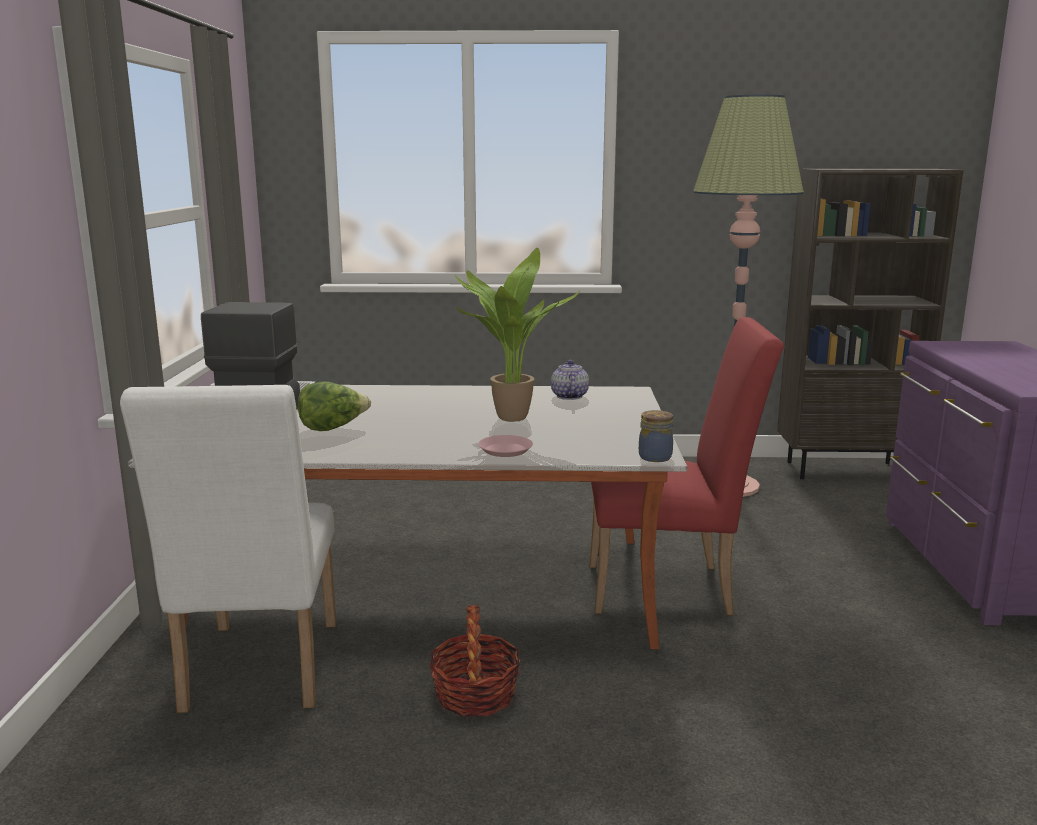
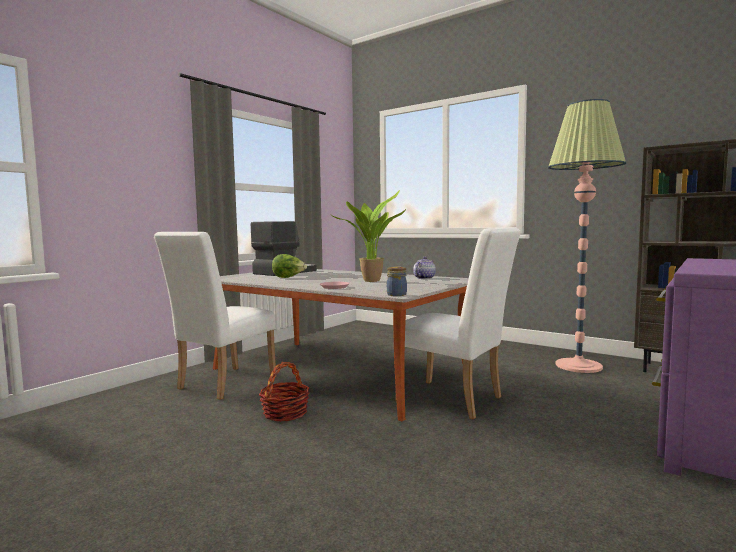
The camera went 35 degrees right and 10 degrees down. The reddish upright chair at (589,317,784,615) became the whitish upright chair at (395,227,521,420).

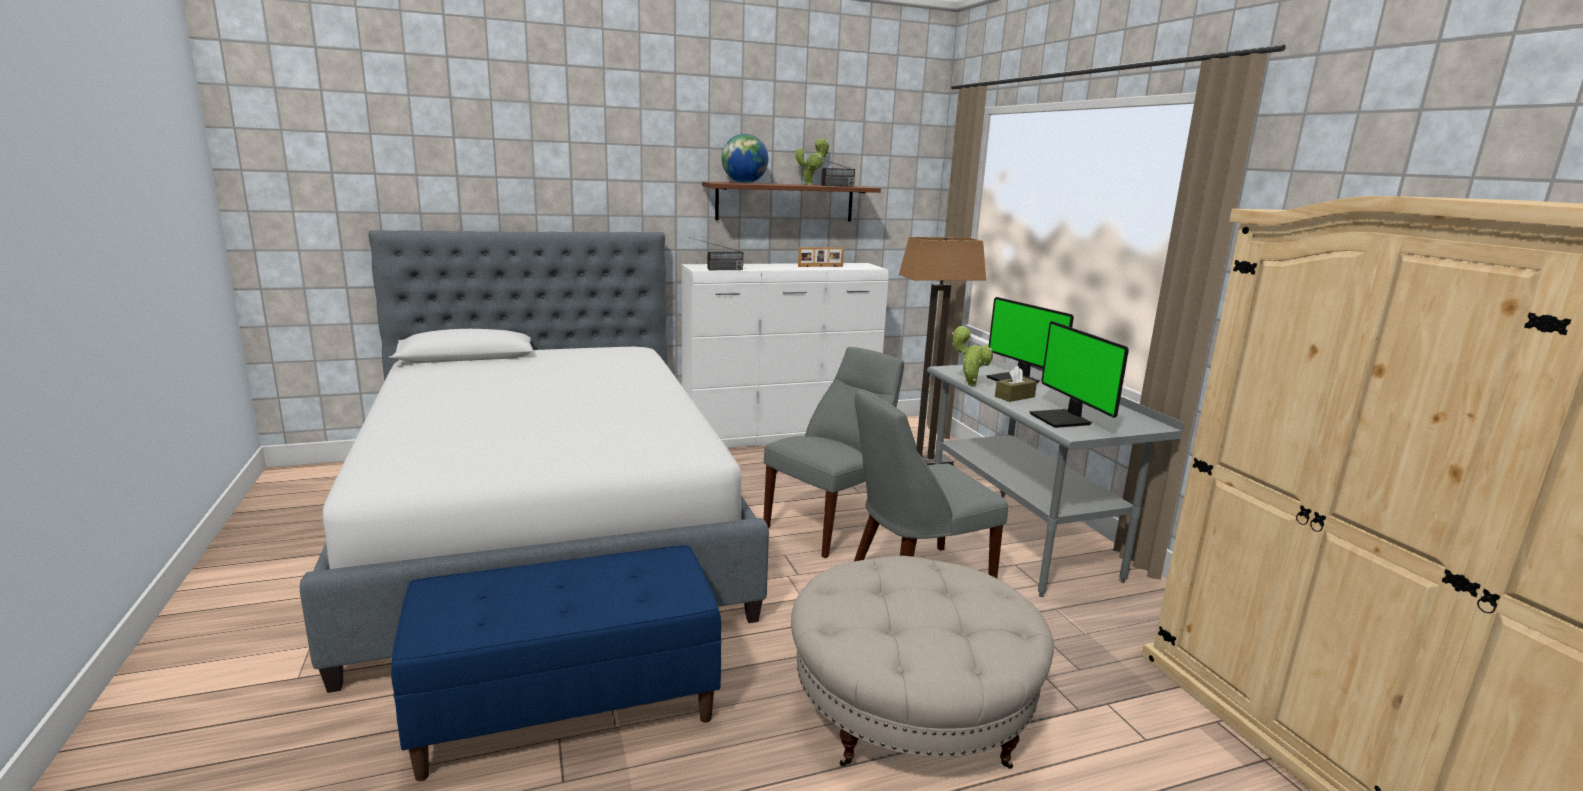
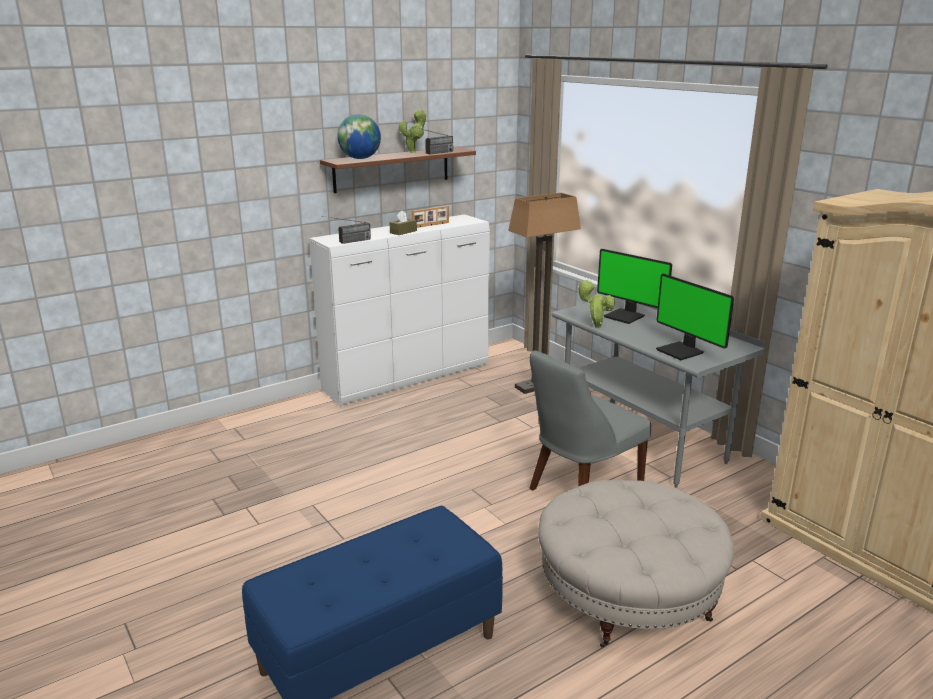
The camera went 15 degrees left and 5 degrees up. The sleeping bed at (300,230,769,693) disappeared. The greyish upright chair at (764,347,904,558) disappeared. The brown-coloured box of tissues moved from (995,366,1037,402) to (390,210,417,235).

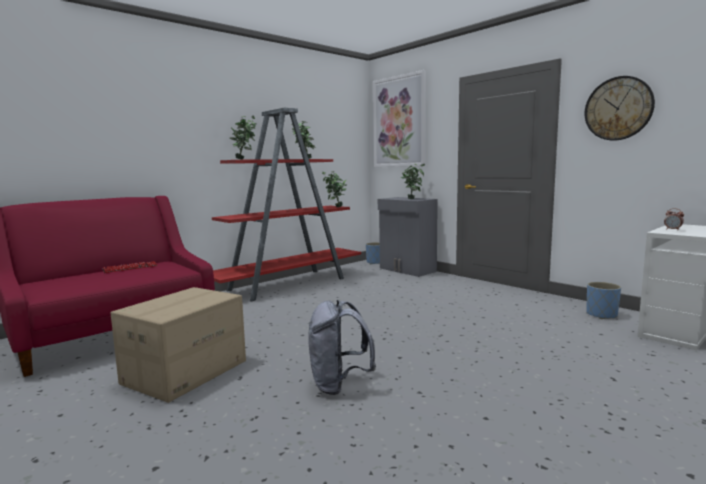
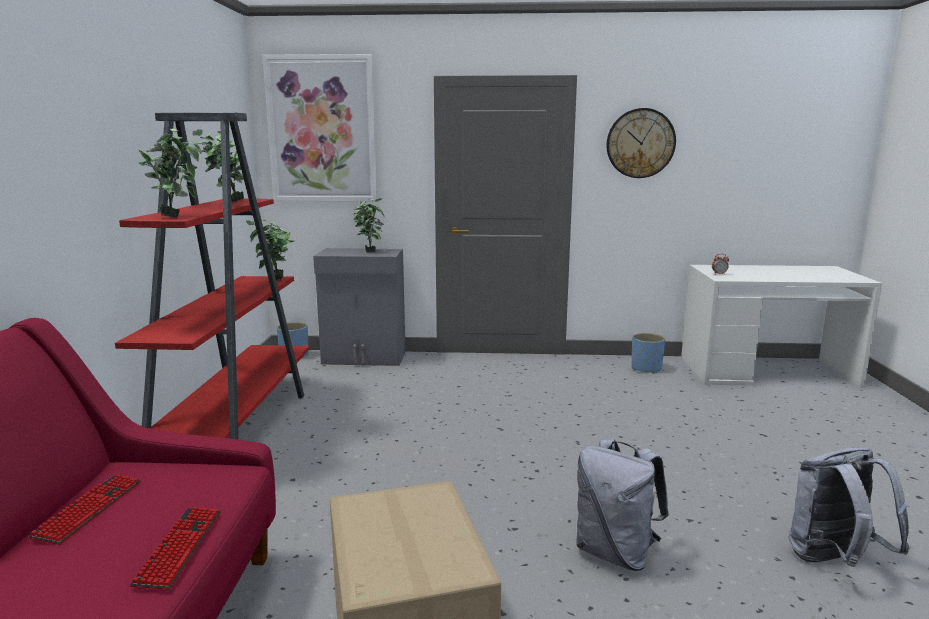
The camera went 45 degrees left and 5 degrees up. The greyish knapsack at (789,448,910,567) appeared. The PC keyboard at (130,507,221,590) appeared.

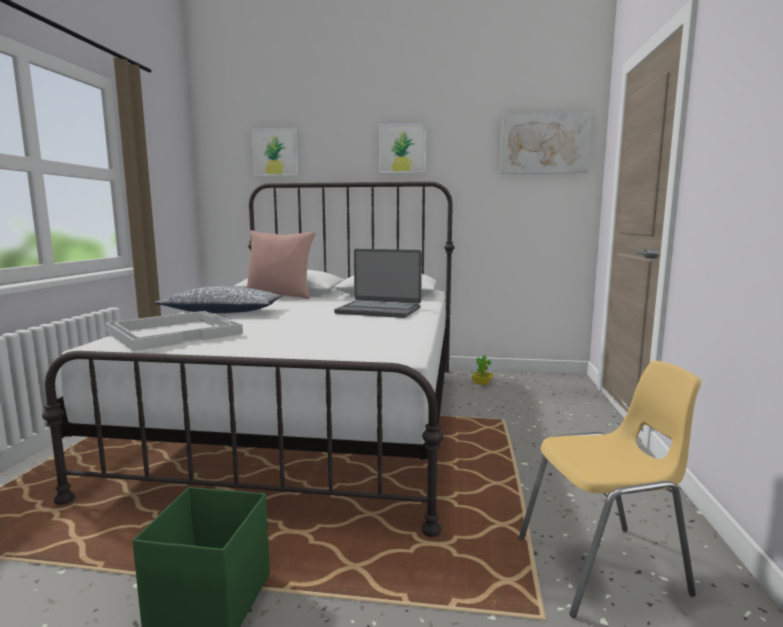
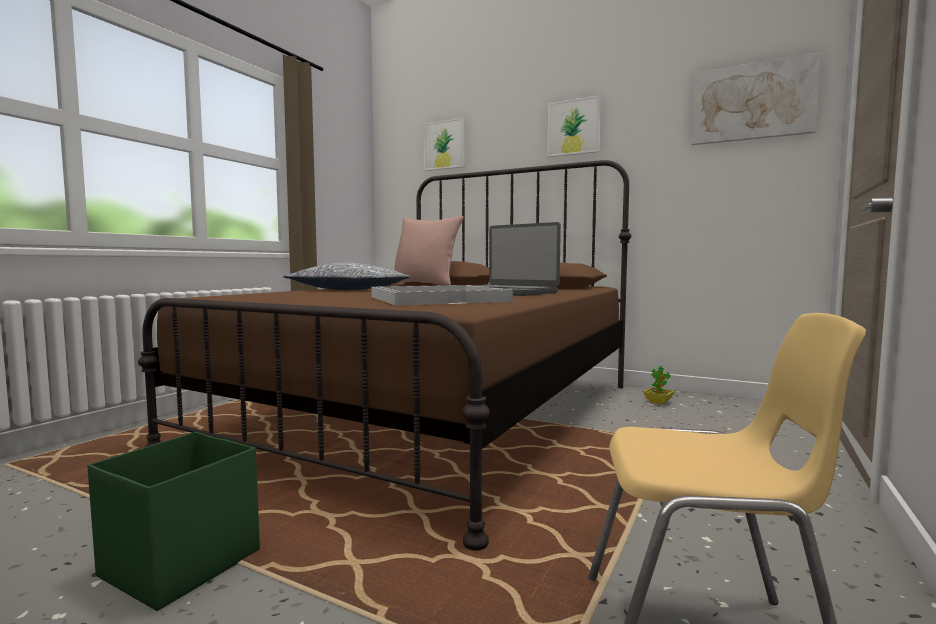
The camera went 20 degrees right and 5 degrees down. The whitish sleeping bed at (42,182,455,537) became the brown-coloured sleeping bed at (138,160,631,551). The whitish serving tray moved from (106,311,243,351) to (371,285,513,305).

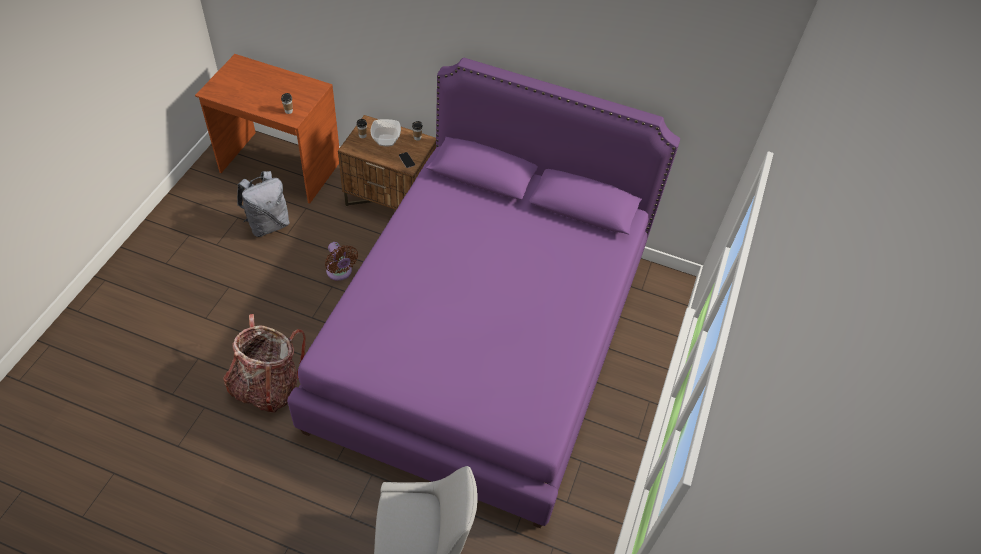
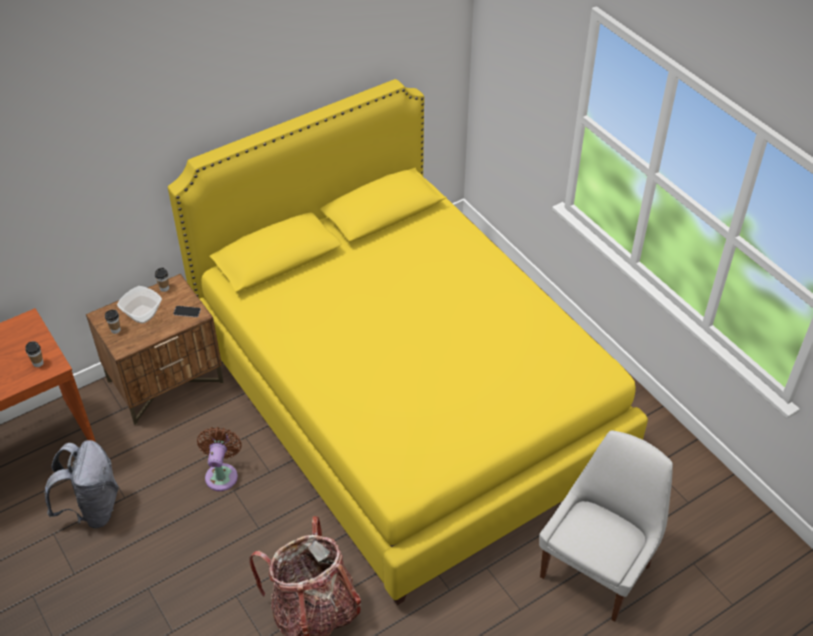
The camera went 50 degrees left and 5 degrees down. The purplish sleeping bed at (287,58,680,528) became the yellow sleeping bed at (168,79,648,605). The brown-coloured cooling fan at (325,242,358,281) turned 90 degrees counterclockwise.

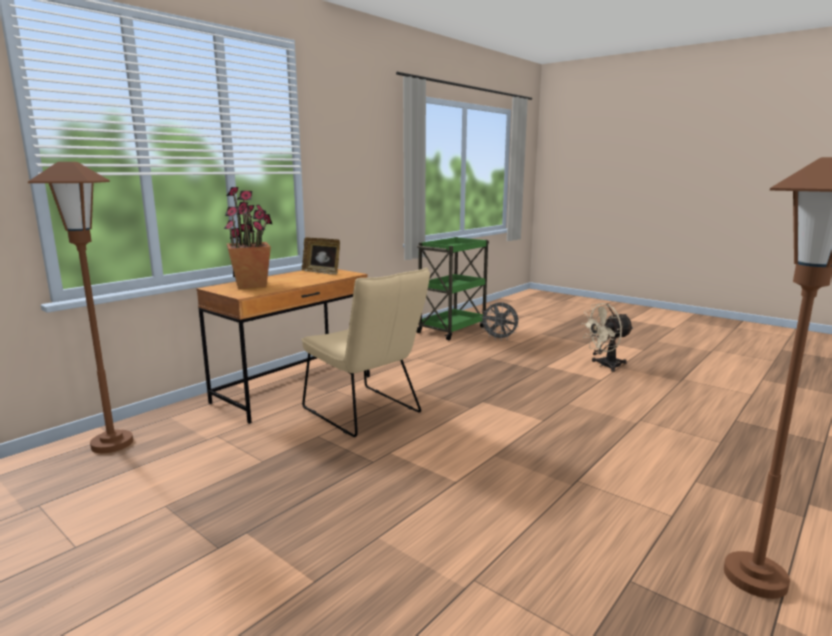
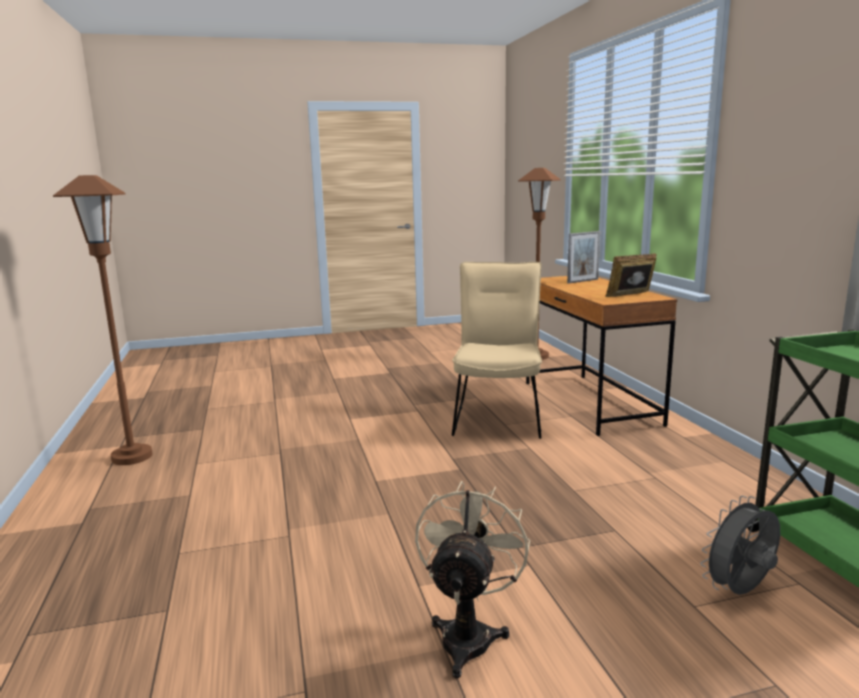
The camera went 125 degrees right and 0 degrees up. The plant in a pot at (223,187,272,289) was replaced by the photo frame at (567,231,600,284). The beige-coloured upright chair at (301,267,430,437) turned 105 degrees clockwise.

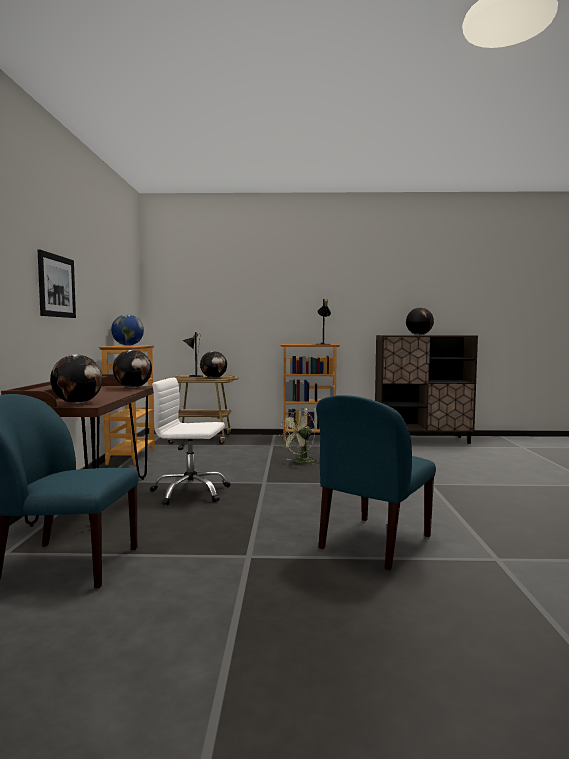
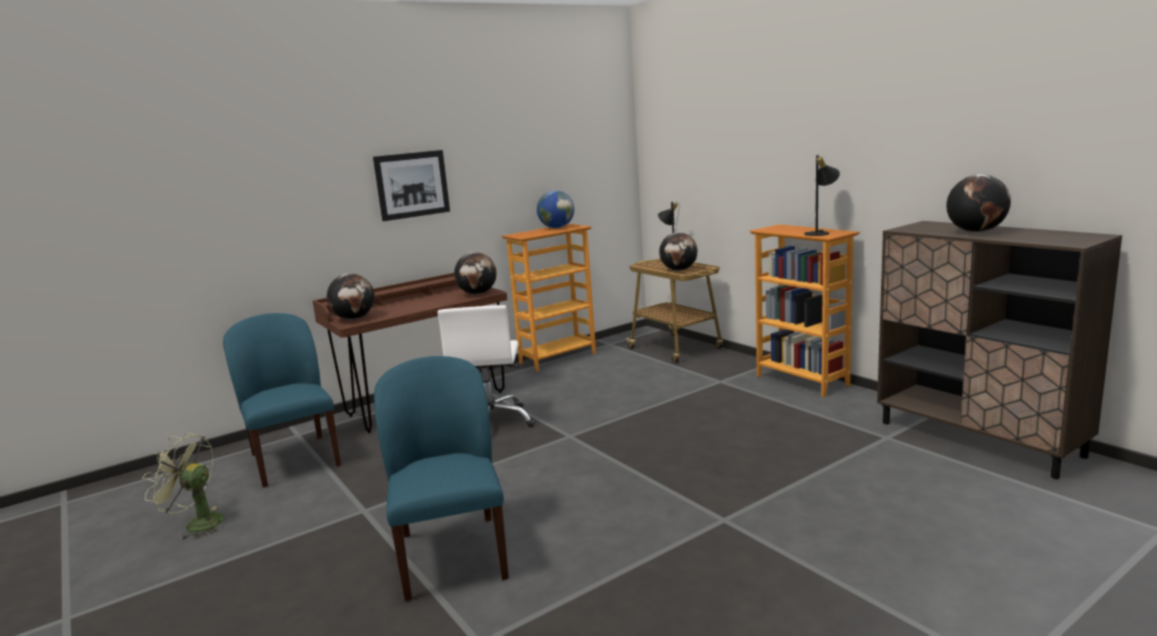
The camera went 55 degrees right and 10 degrees up. The whitish office chair at (150,378,230,505) turned 150 degrees counterclockwise. The bluish upright chair at (316,395,436,571) turned 75 degrees clockwise. The green-coloured cooling fan moved from (280,409,319,465) to (142,433,224,540).

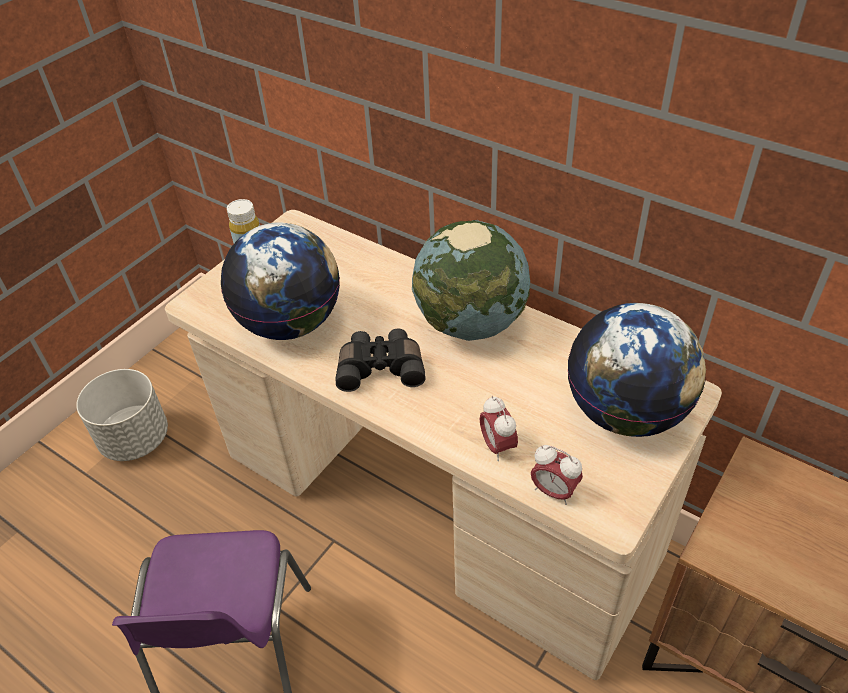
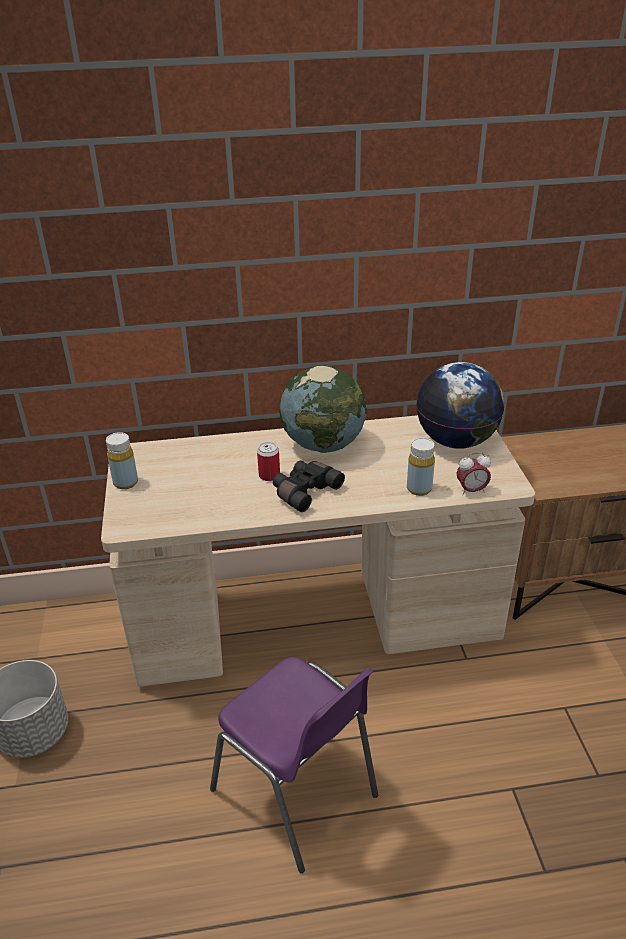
The camera went 45 degrees left and 10 degrees down. The globe at (221,223,340,340) disappeared. The alarm clock at (480,396,518,461) was replaced by the yellow bottle at (407,438,435,496). The can at (257,442,280,481) appeared.

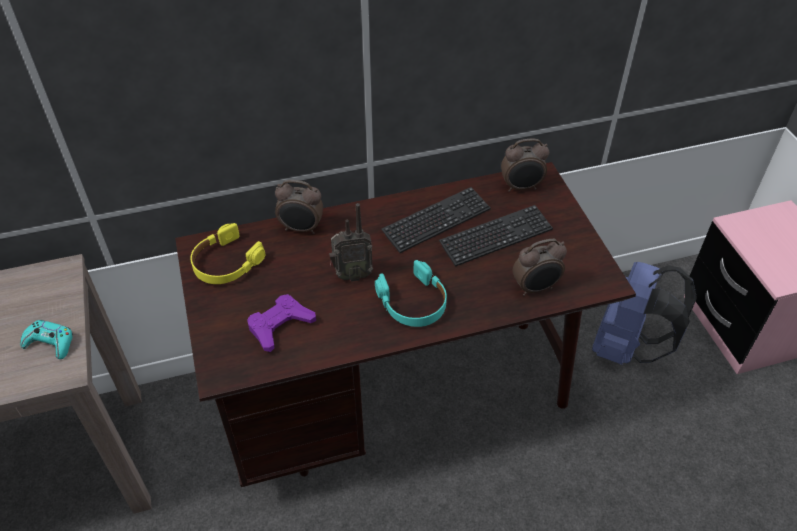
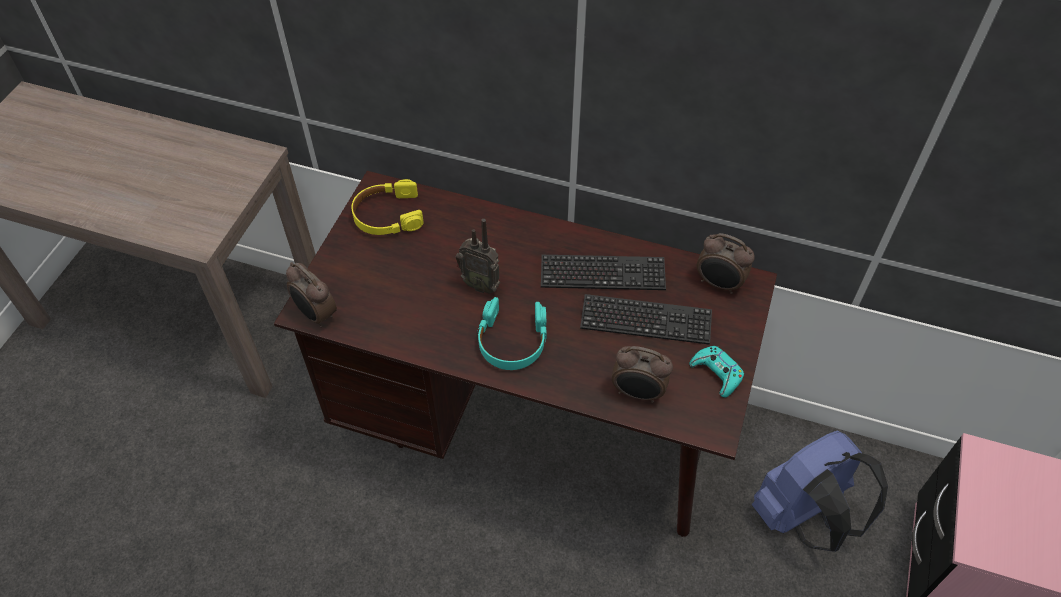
The camera went 35 degrees right and 5 degrees up. The alarm clock moved from (275,180,323,234) to (286,262,337,328). The purplish joypad at (247,294,316,352) disappeared. The turquoise joypad moved from (20,320,73,359) to (689,346,744,398).

